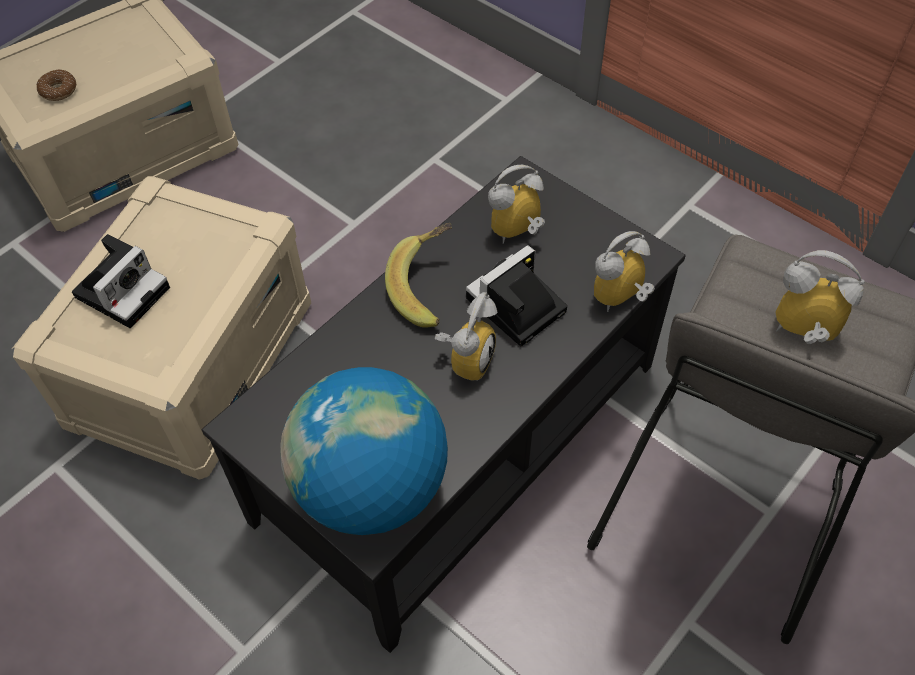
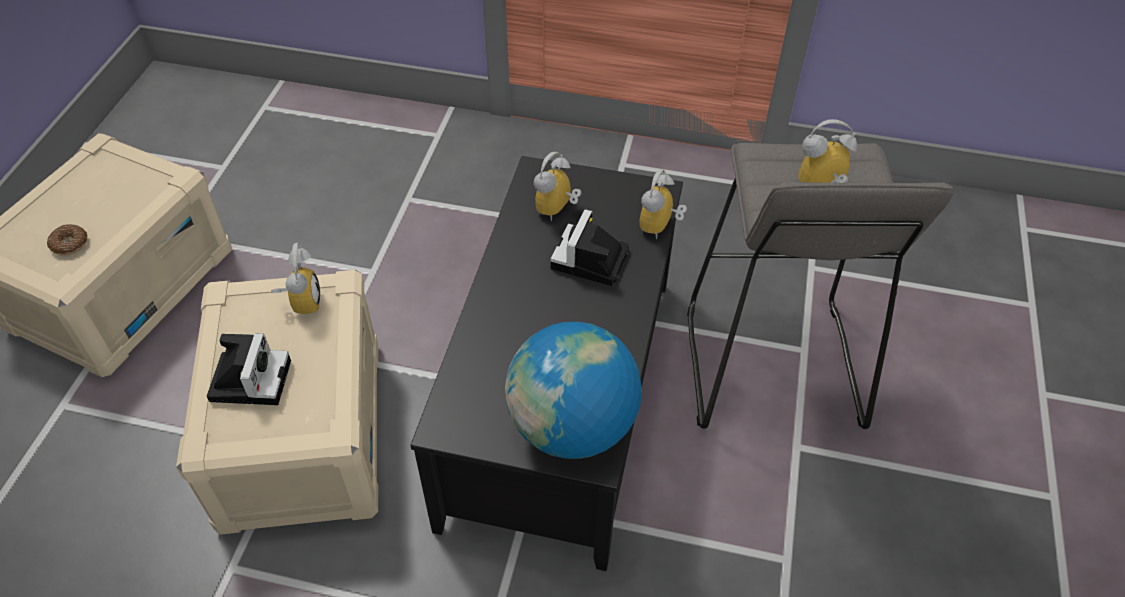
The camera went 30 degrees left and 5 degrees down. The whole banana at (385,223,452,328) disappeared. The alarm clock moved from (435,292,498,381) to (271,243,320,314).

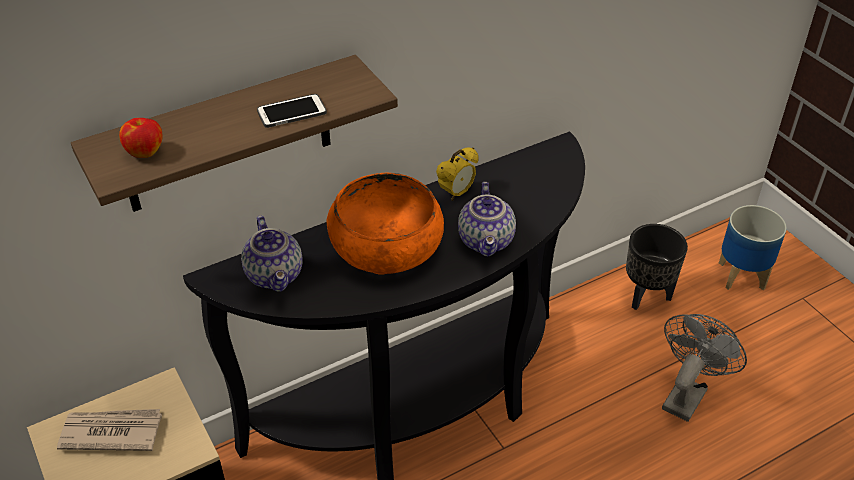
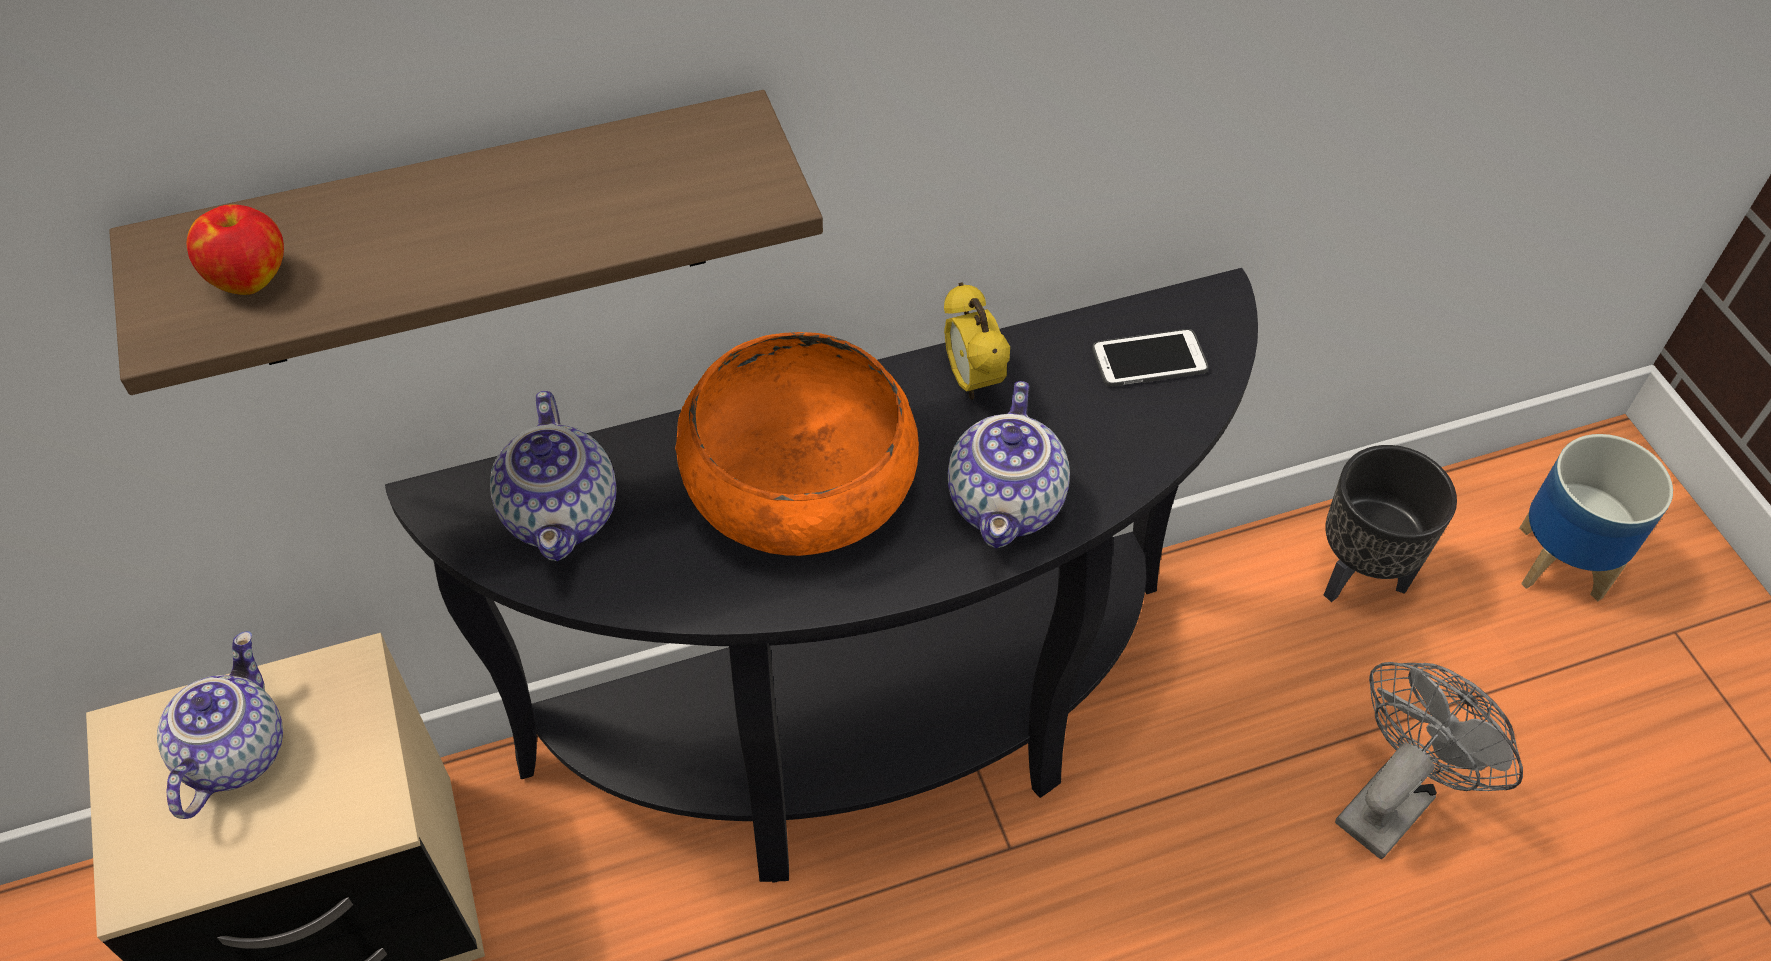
The camera went 10 degrees right and 10 degrees up. The phone moved from (257,94,327,128) to (1092,329,1208,387). The alarm clock at (436,147,479,201) turned 105 degrees clockwise. The daily paper at (57,409,162,451) was replaced by the pot for tea at (157,631,283,819).

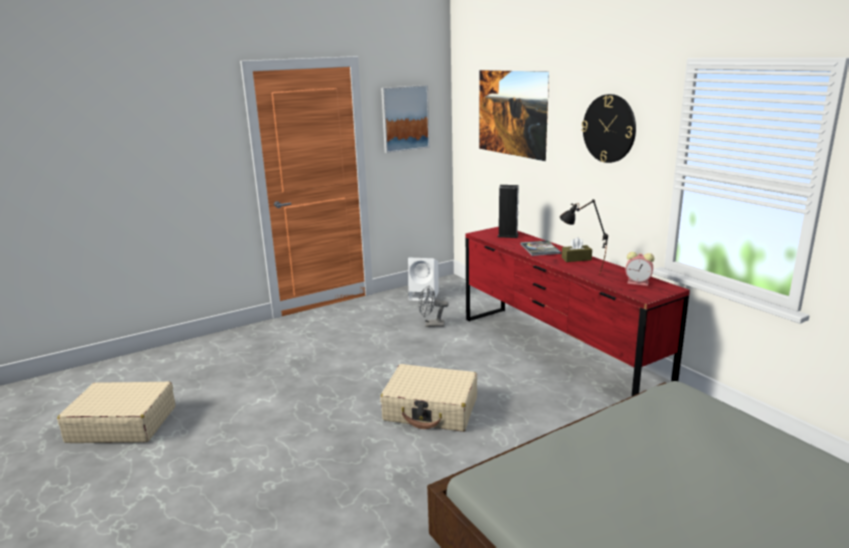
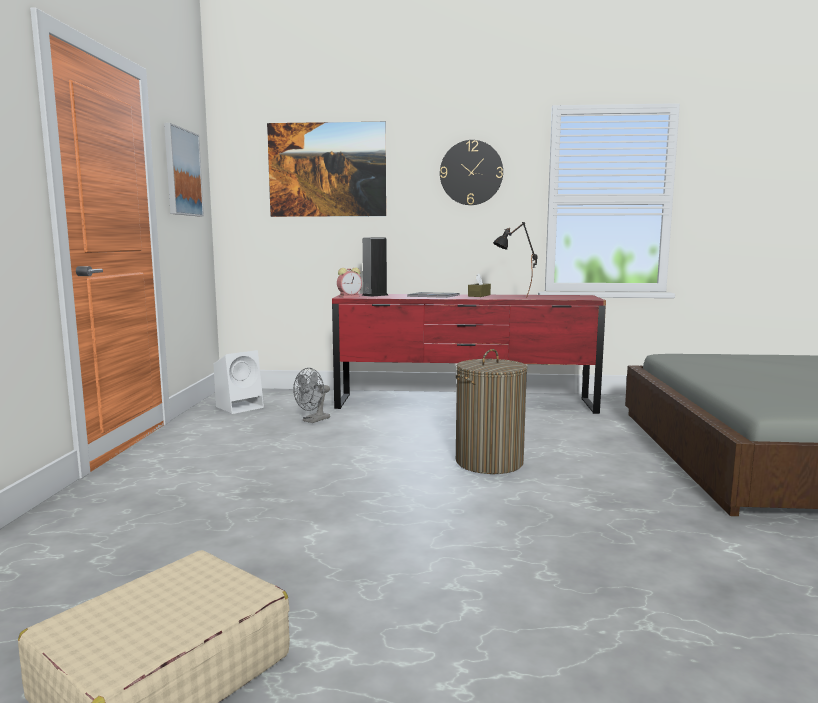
The camera went 55 degrees left and 10 degrees down. The alarm clock moved from (625,252,654,286) to (337,267,362,298). The beige-coloured piece of luggage at (380,364,477,432) was replaced by the hamper at (456,349,527,474).

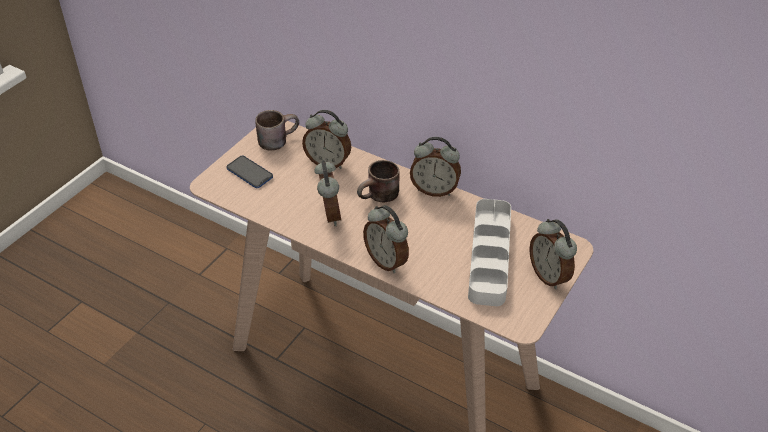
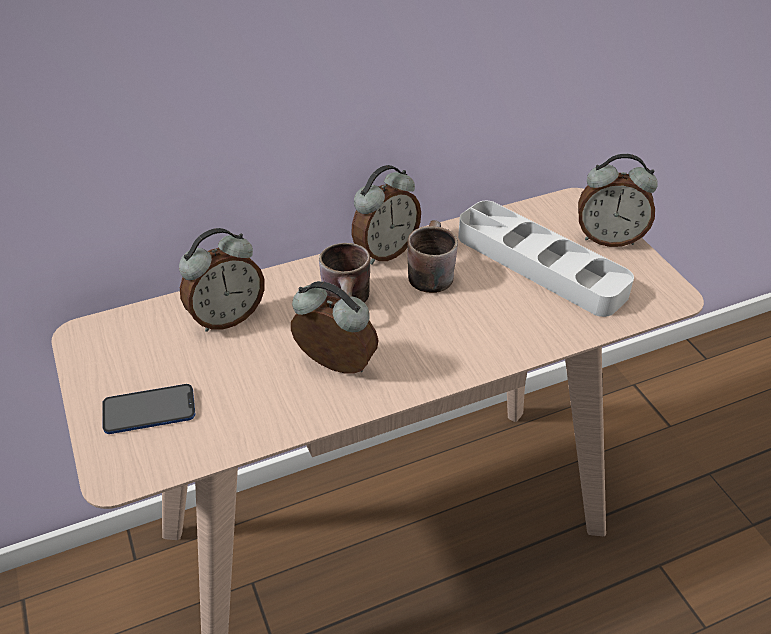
The camera went 55 degrees left and 0 degrees up. The brown-coloured coffee mug moved from (255,110,299,150) to (407,220,458,293). The alarm clock at (363,205,409,273) disappeared.

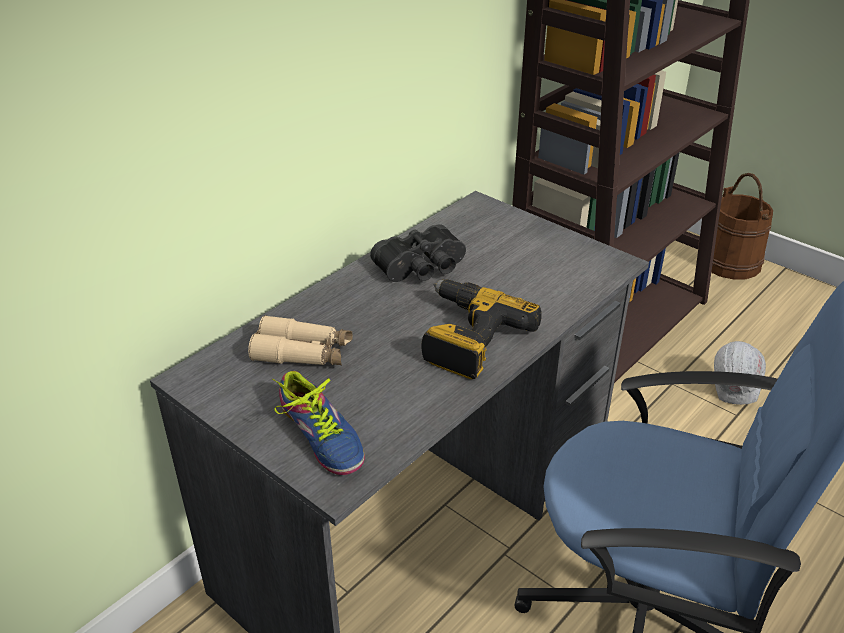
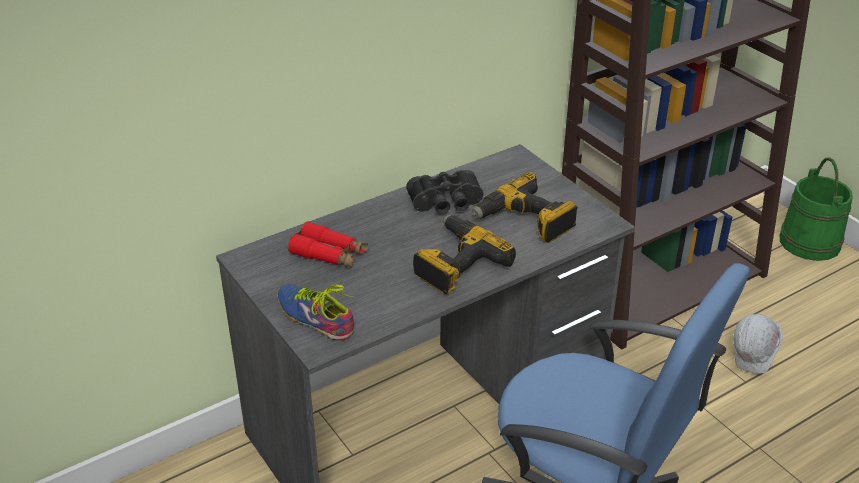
The camera went 15 degrees right and 0 degrees up. The brown-coloured bucket at (711,173,773,279) became the green-coloured bucket at (780,157,853,261). The beige-coloured pair of binoculars at (248,315,353,365) became the reddish pair of binoculars at (288,221,368,267). The shoe at (272,371,365,475) turned 150 degrees clockwise. The drill at (472,172,578,243) appeared.

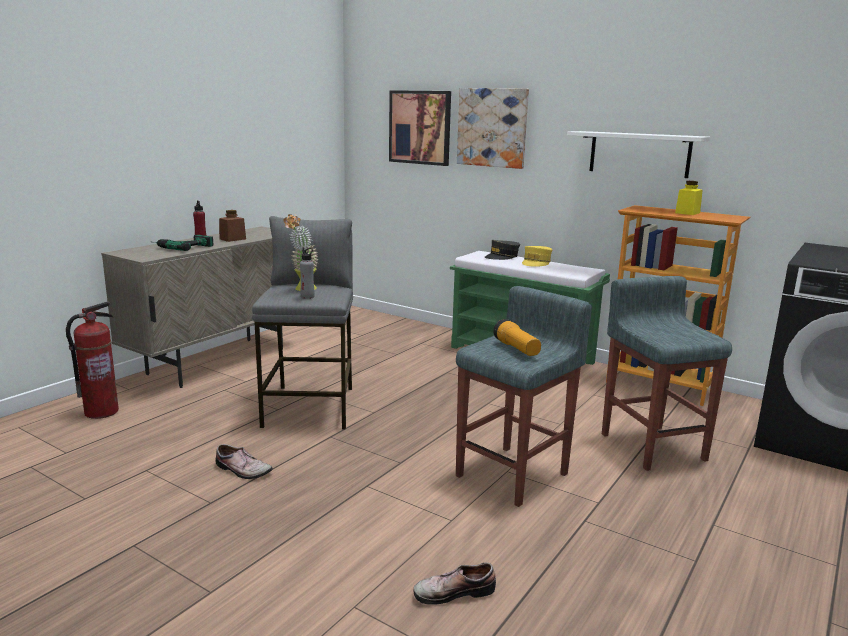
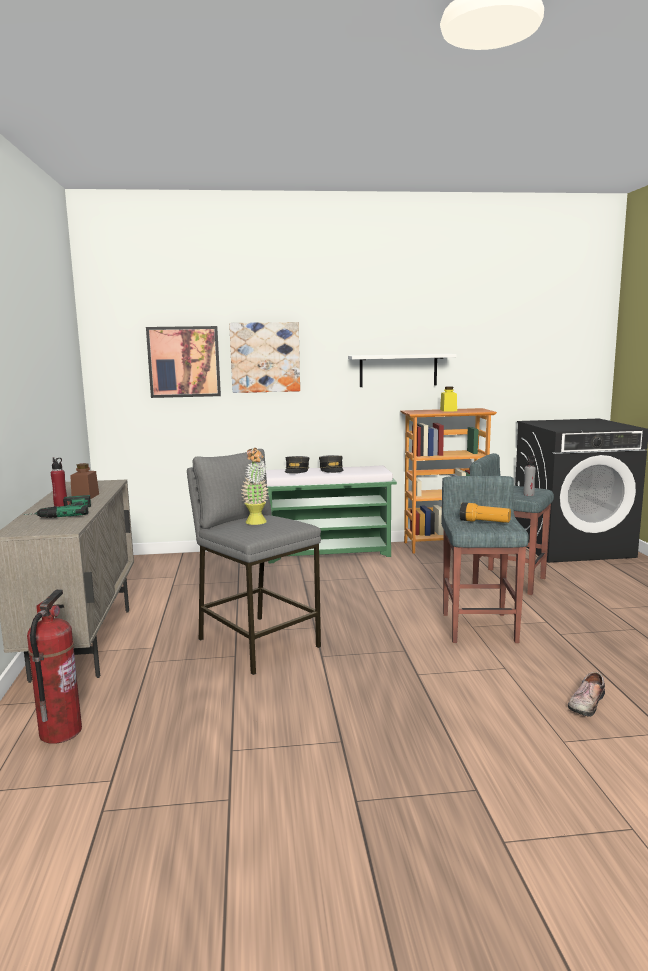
The camera went 40 degrees left and 5 degrees down. The yellow baseball cap at (522,246,552,267) became the greyish baseball cap at (319,455,344,473). The greyish bottle moved from (300,248,314,299) to (523,456,536,496). The shoe at (215,444,273,479) disappeared.

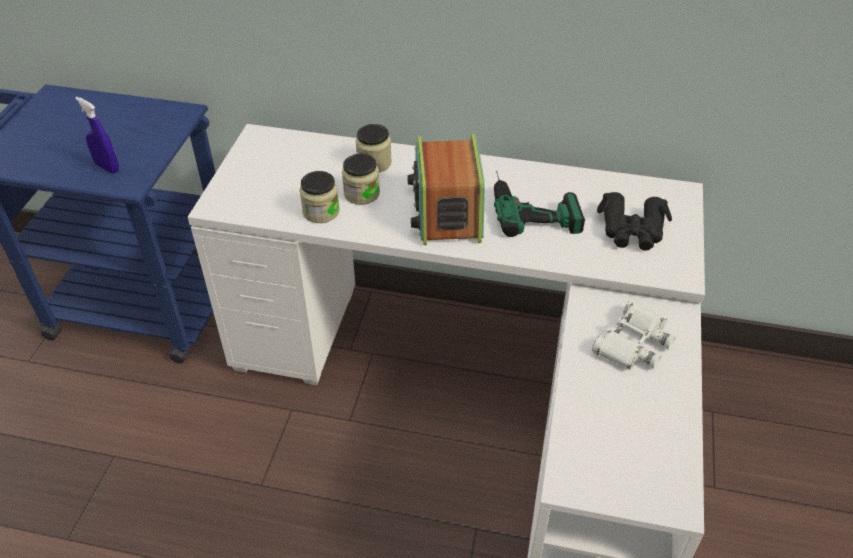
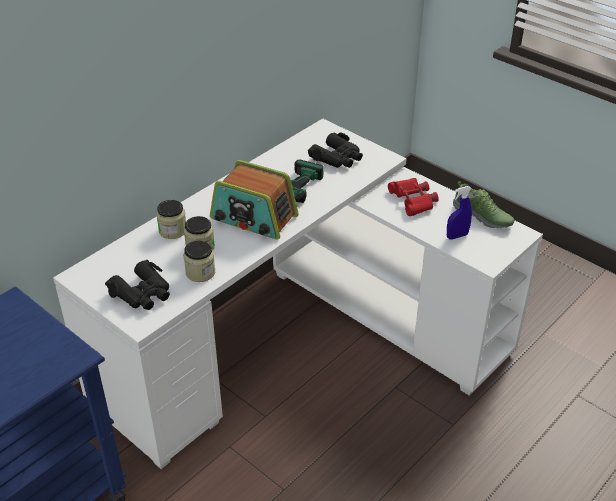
The camera went 60 degrees left and 5 degrees down. The bluish sprayer moved from (75,97,119,174) to (447,186,472,240). The whitish pair of binoculars at (592,299,676,369) became the reddish pair of binoculars at (388,178,439,216). The shoe at (453,181,514,228) appeared. The blackish pair of binoculars at (105,260,170,310) appeared.

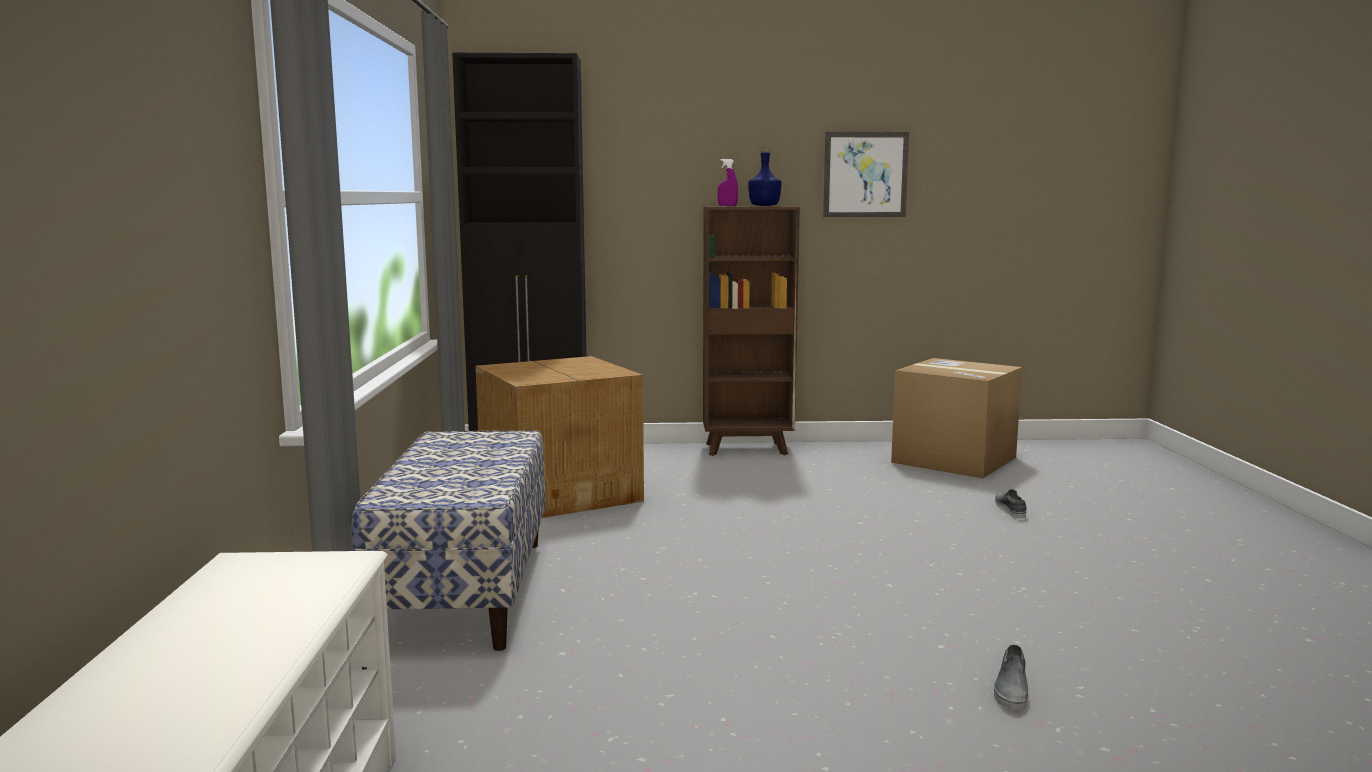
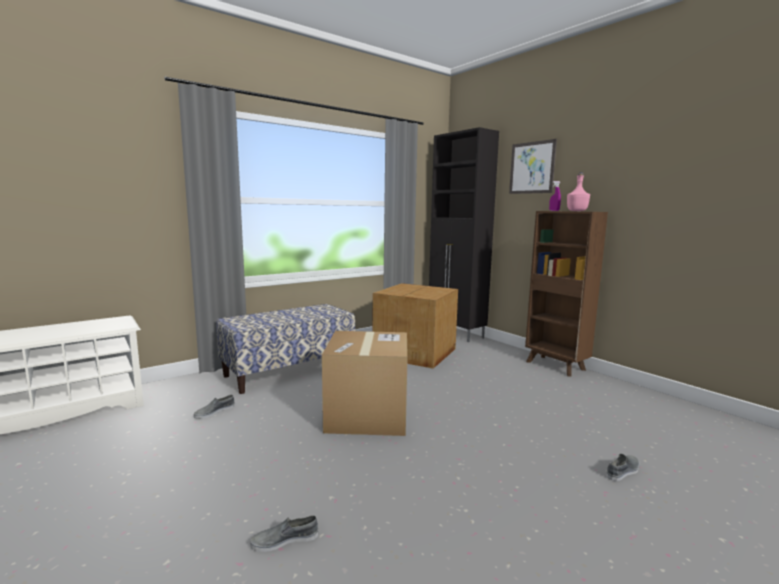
The camera went 55 degrees right and 0 degrees up. The picture moved from (823,132,909,217) to (509,139,557,194). The bluish bottle at (748,148,782,206) became the pink-coloured bottle at (567,173,590,211). The packing box moved from (891,358,1022,479) to (322,331,408,436). The greyish shoe at (194,395,235,419) appeared.

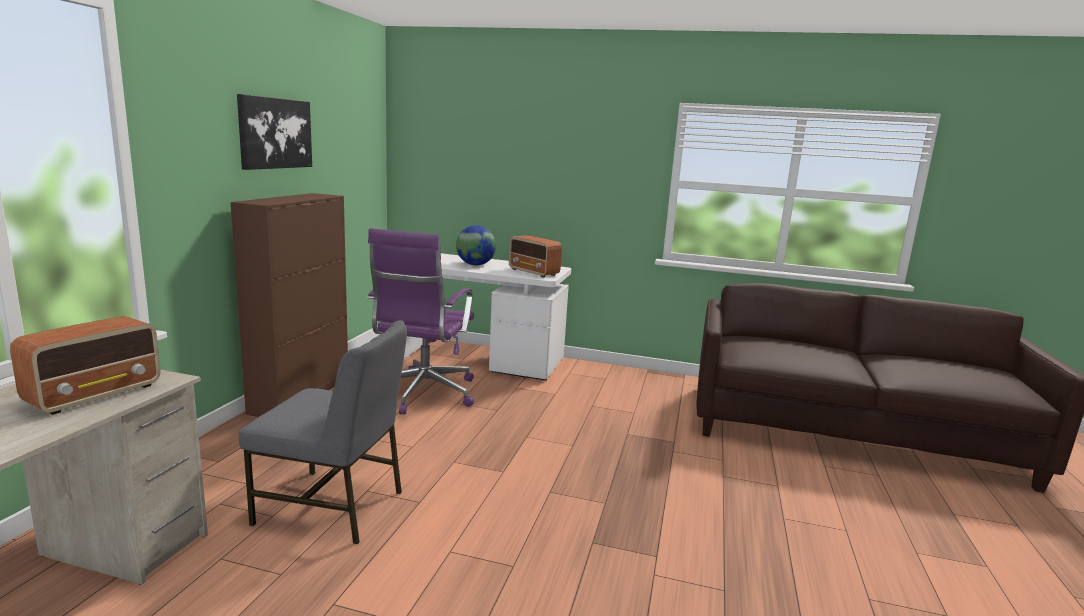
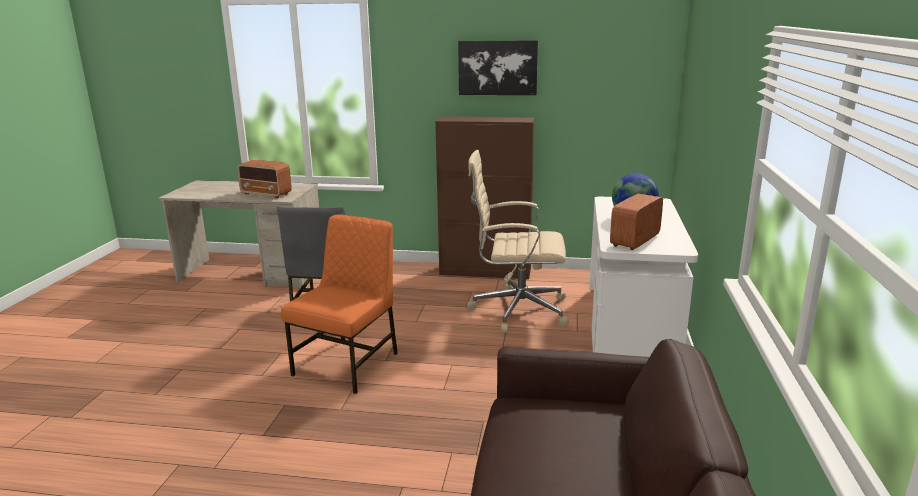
The camera went 85 degrees right and 5 degrees up. The purplish office chair at (367,228,474,415) became the beige-coloured office chair at (467,150,569,333). The orangey upright chair at (281,214,398,394) appeared.

